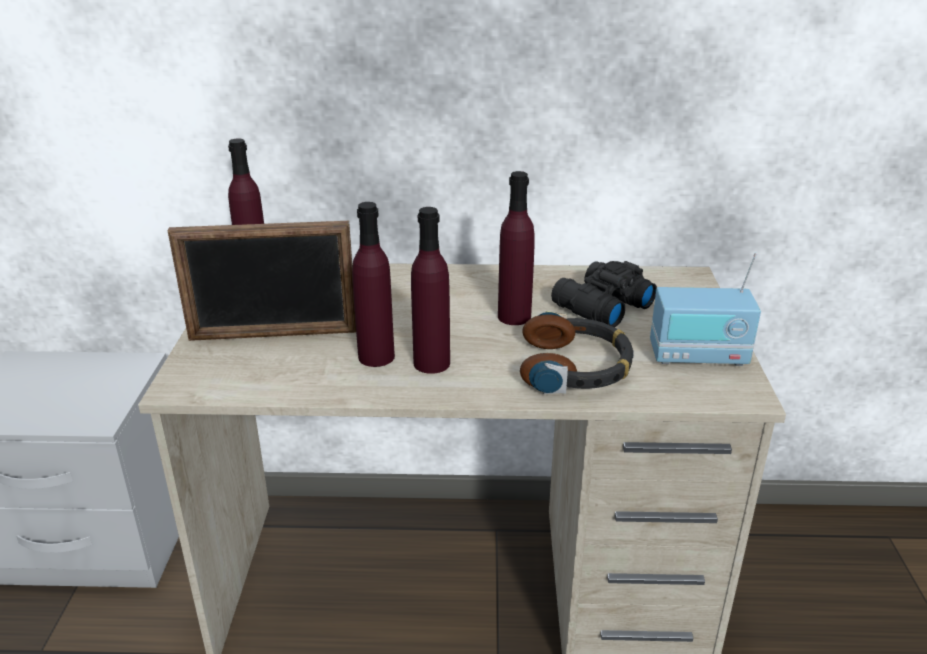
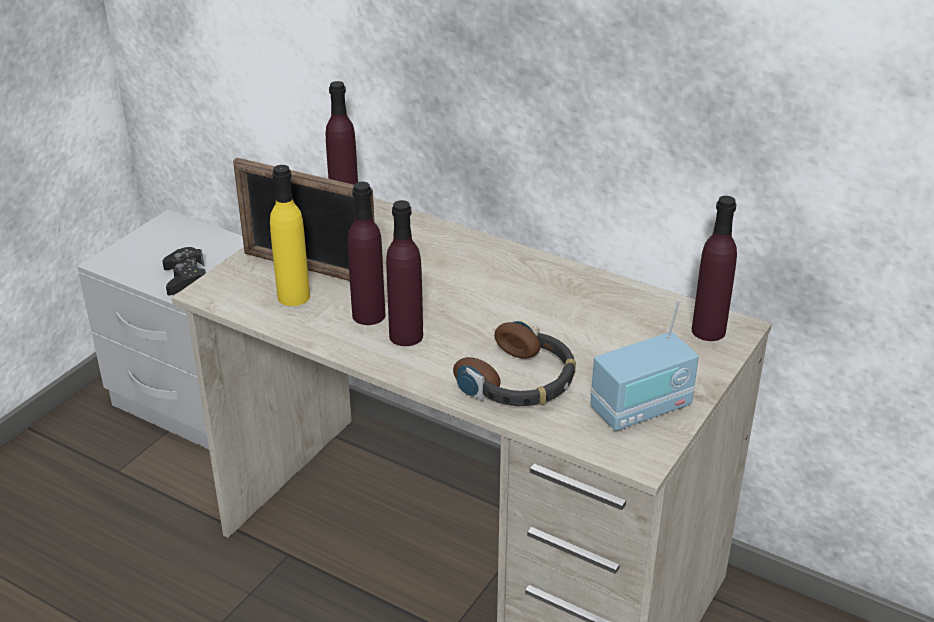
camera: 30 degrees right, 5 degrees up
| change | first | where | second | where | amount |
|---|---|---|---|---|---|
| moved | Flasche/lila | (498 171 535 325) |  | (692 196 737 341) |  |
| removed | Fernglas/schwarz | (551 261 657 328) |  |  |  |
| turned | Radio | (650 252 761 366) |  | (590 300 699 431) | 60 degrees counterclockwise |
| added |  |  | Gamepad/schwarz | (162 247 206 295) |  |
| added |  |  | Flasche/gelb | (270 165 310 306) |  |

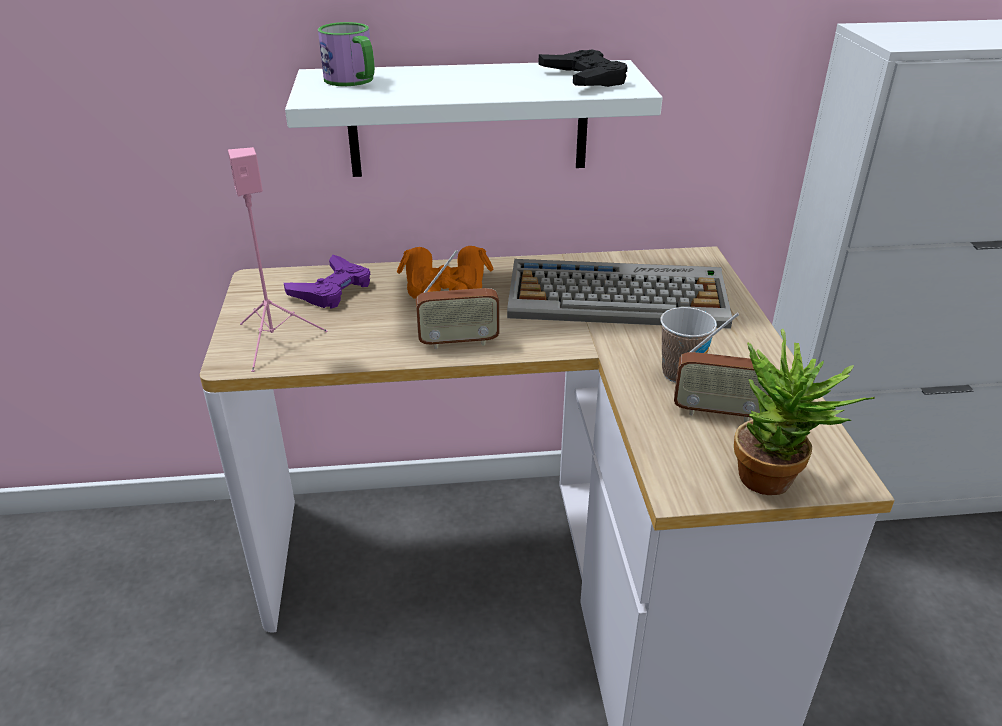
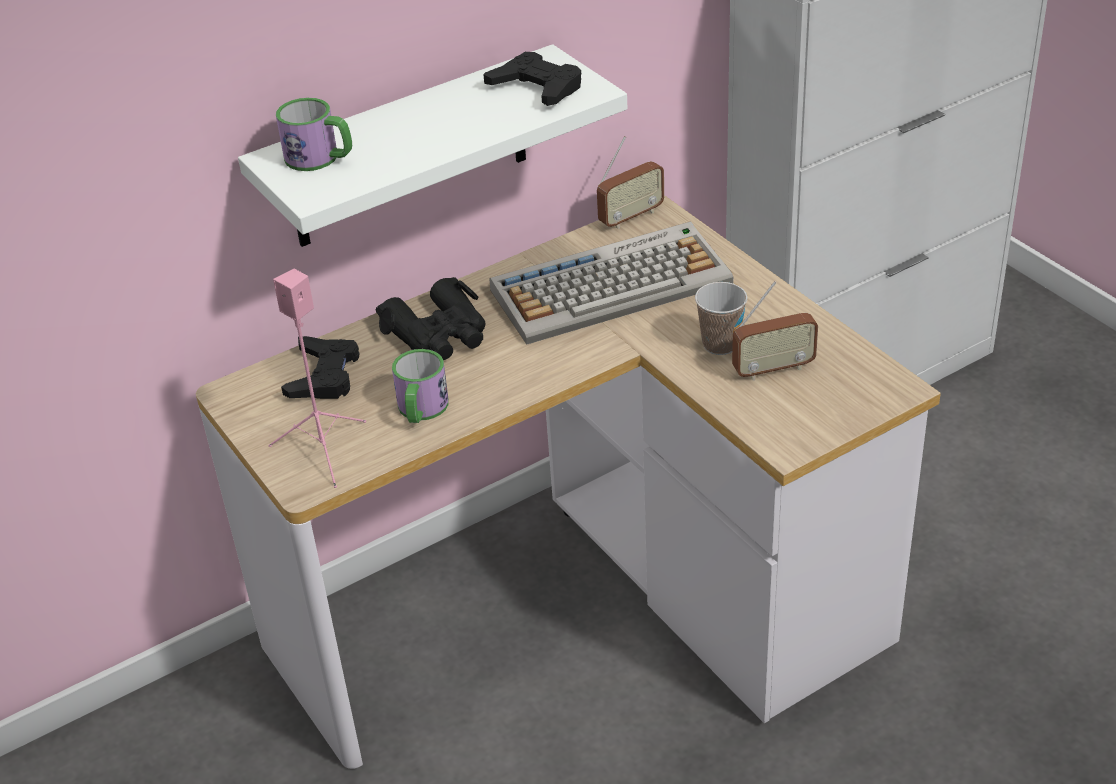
camera: 25 degrees left, 5 degrees up
| change | first | where | second | where | amount |
|---|---|---|---|---|---|
| recoloured | Gamepad/lila | (284 255 370 309) | Gamepad/schwarz | (281 336 360 399) |  |
| recoloured | Fernglas/orange | (397 246 494 298) | Fernglas/schwarz | (376 277 485 360) |  |
| moved | Radio | (416 250 500 349) |  | (597 136 664 229) |  |
| removed | Topfpflanze | (734 329 875 495) |  |  |  |
| added |  |  | Henkelbecher | (392 349 449 423) |  |

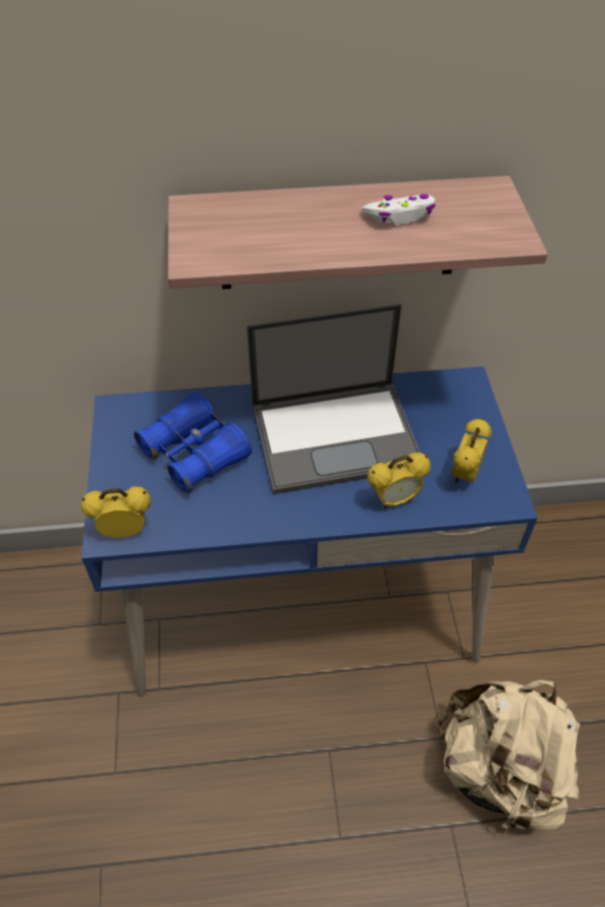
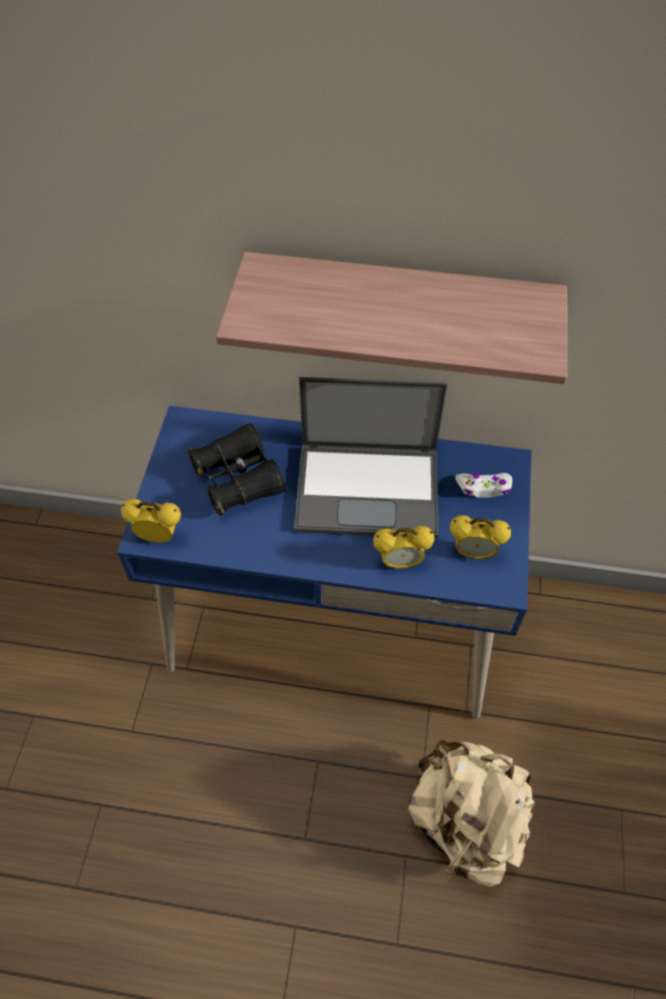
camera: 15 degrees right, 5 degrees up
| change | first | where | second | where | amount |
|---|---|---|---|---|---|
| recoloured | Fernglas/blau | (134 392 252 494) | Fernglas/schwarz | (188 423 285 516) |  |
| moved | Gamepad/weiß | (361 194 436 225) |  | (455 473 512 498) |  |
| turned | Wecker | (452 418 491 483) |  | (450 515 511 559) | 120 degrees counterclockwise |

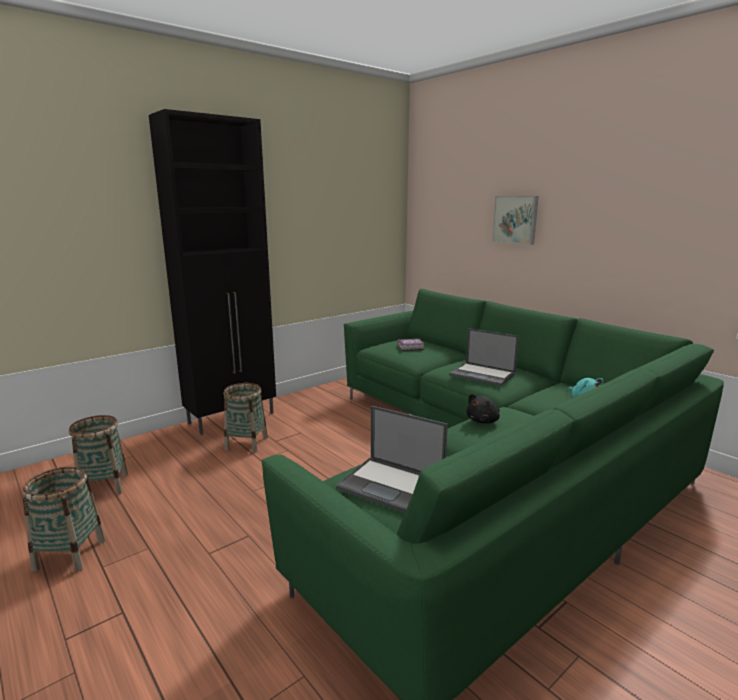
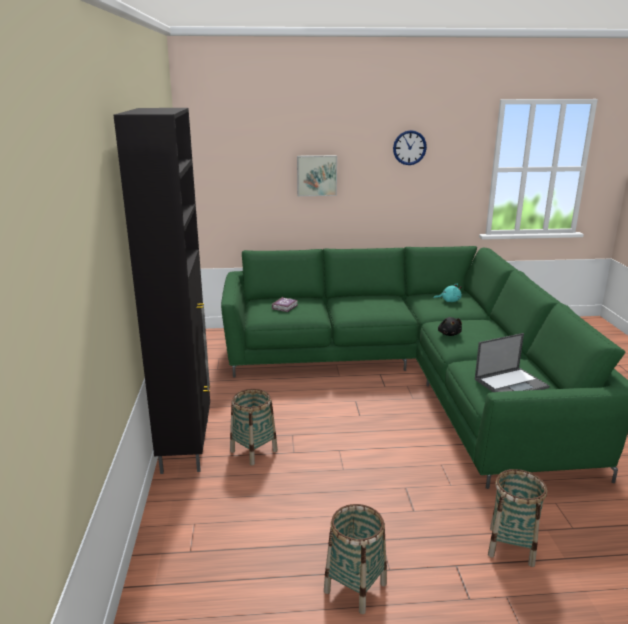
camera: 55 degrees left, 5 degrees up
| change | first | where | second | where | amount |
|---|---|---|---|---|---|
| moved | Korb | (69 415 128 494) |  | (488 469 547 567) |  |
| removed | Laptop | (449 328 519 386) |  |  |  |
| added |  |  | Wanduhr | (393 130 427 165) |  |

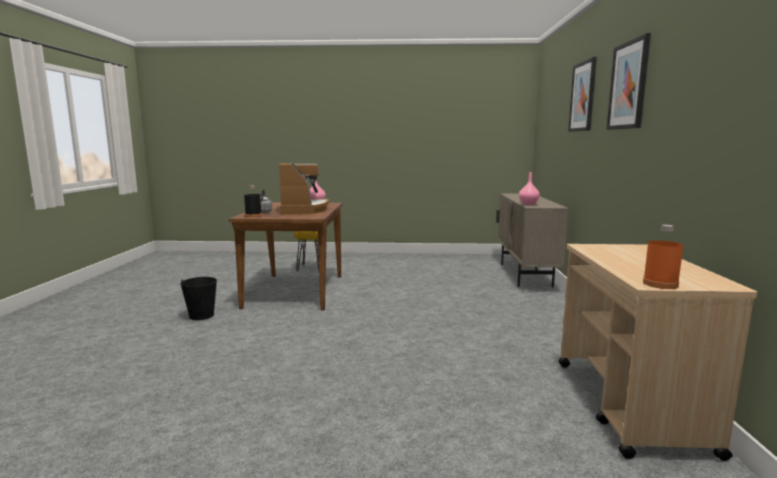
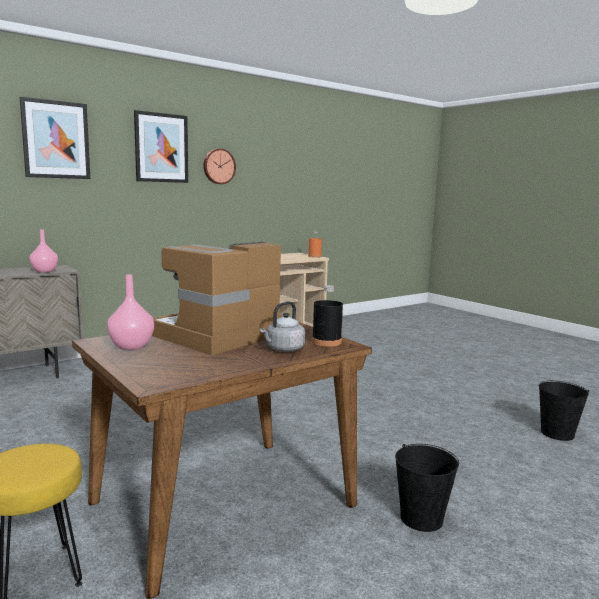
camera: 130 degrees left, 0 degrees up
| change | first | where | second | where | amount |
|---|---|---|---|---|---|
| added |  |  | Wanduhr | (203 149 236 184) |  |
| added |  |  | Eimer/schwarz | (538 381 589 441) |  |

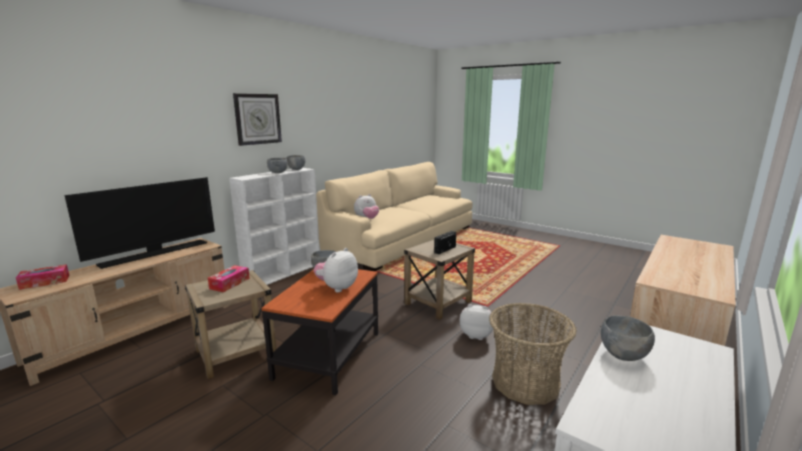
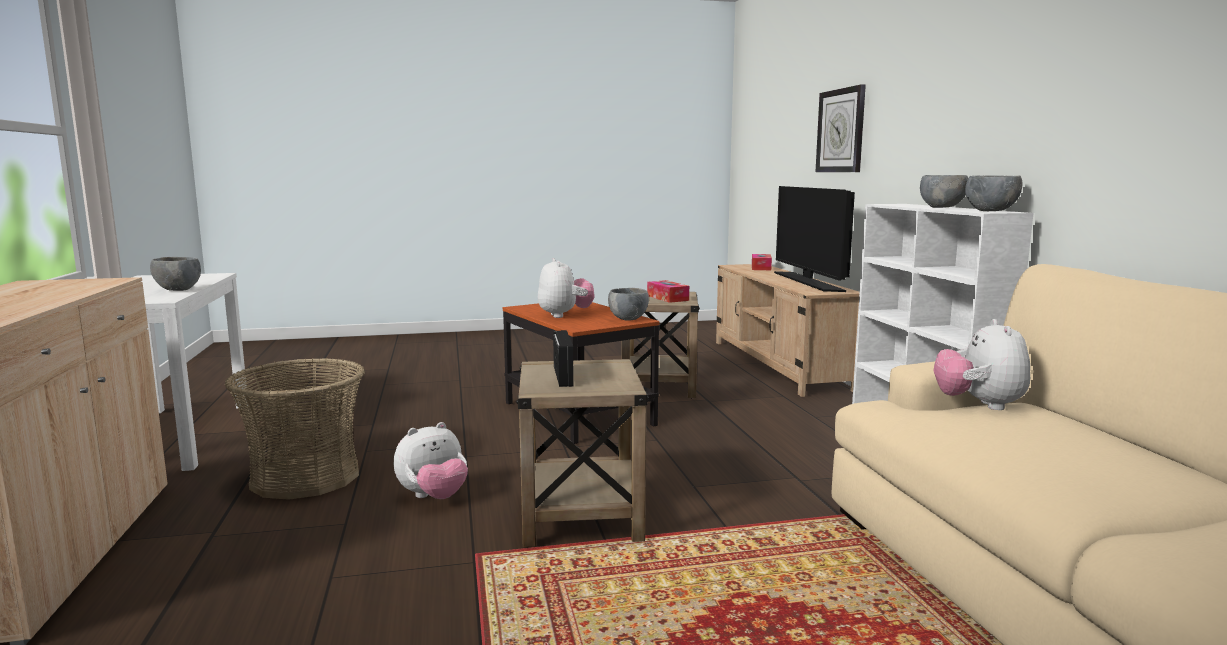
camera: 130 degrees right, 5 degrees down
| change | first | where | second | where | amount |
|---|---|---|---|---|---|
| moved | Wanduhr | (233 93 282 146) |  | (815 84 866 172) |  |

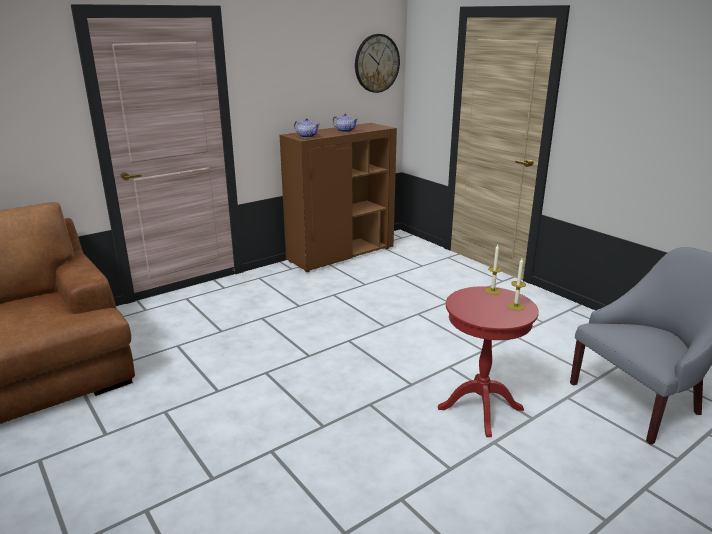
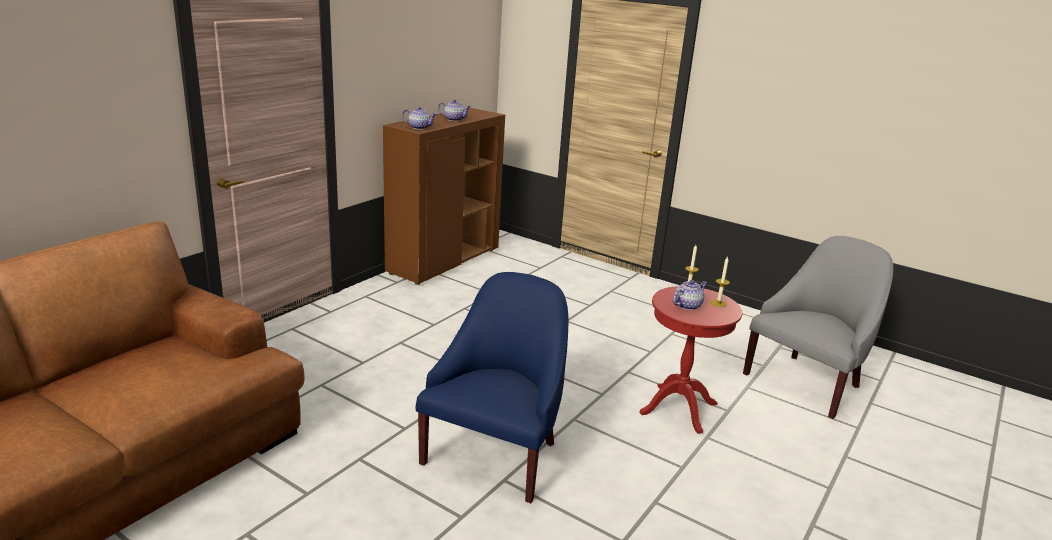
camera: 20 degrees left, 0 degrees up
| change | first | where | second | where | amount |
|---|---|---|---|---|---|
| removed | Wanduhr | (355 34 400 93) |  |  |  |
| added |  |  | Sessel/blau | (416 272 569 503) |  |
| added |  |  | Teekanne | (673 280 707 310) |  |

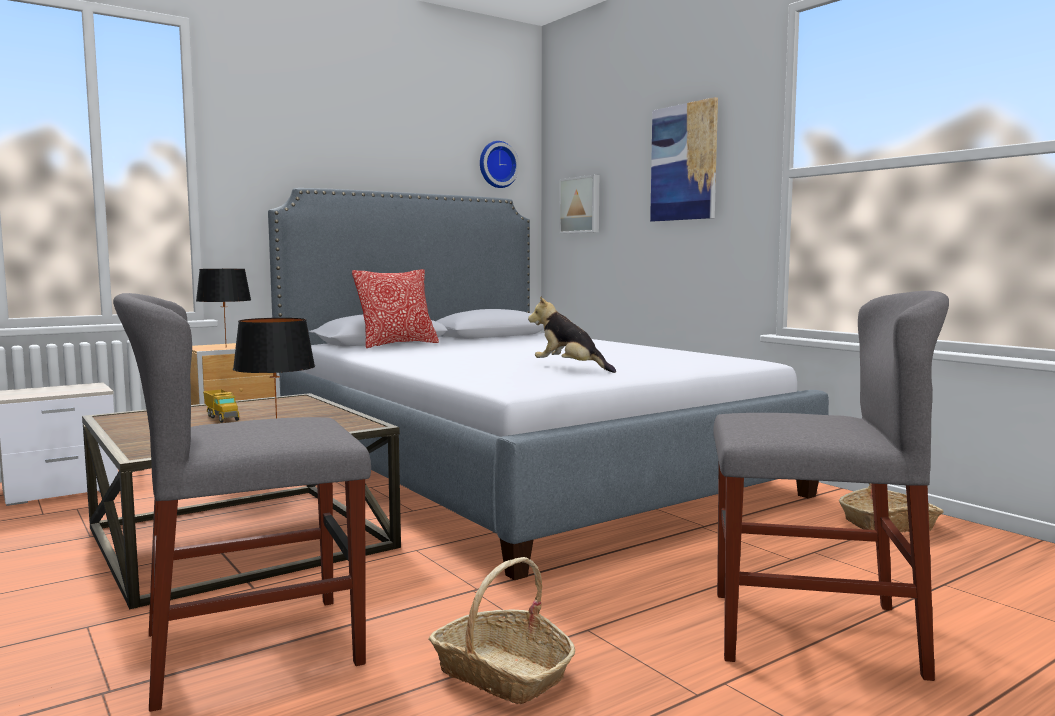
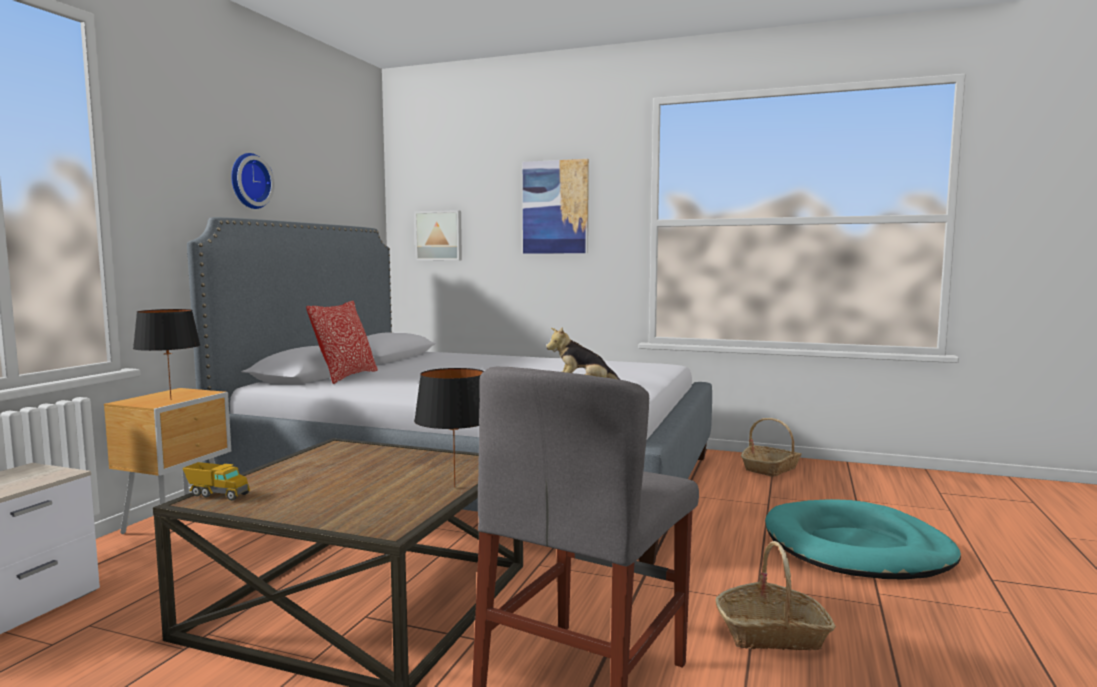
camera: 35 degrees left, 0 degrees up
| change | first | where | second | where | amount |
|---|---|---|---|---|---|
| moved | Spielzeuglaster | (203 390 240 423) |  | (182 462 250 501) |  |
| moved | Wanduhr | (480 141 519 188) |  | (231 153 275 209) |  |
| replaced | Stuhl/grau | (713 291 949 681) | Hundebett/türkis | (765 499 961 580) |  |

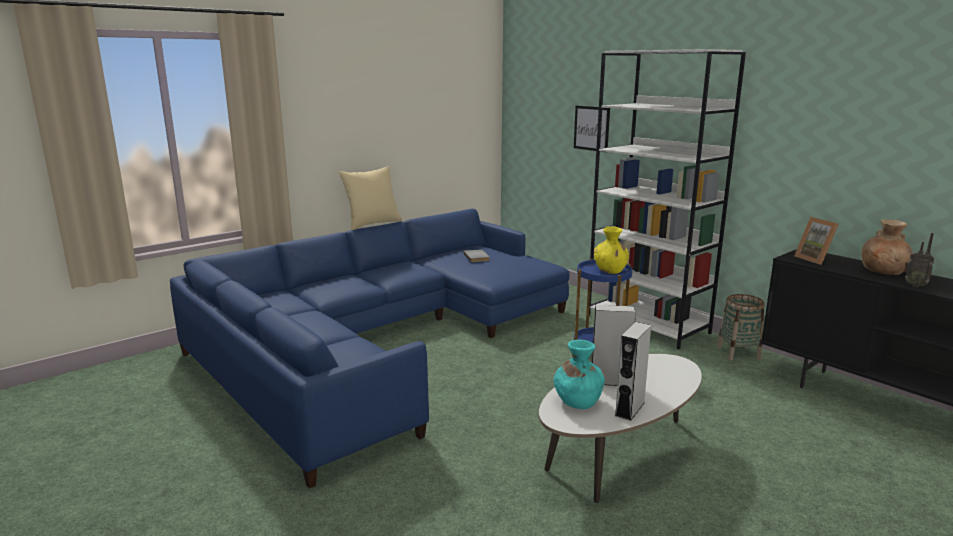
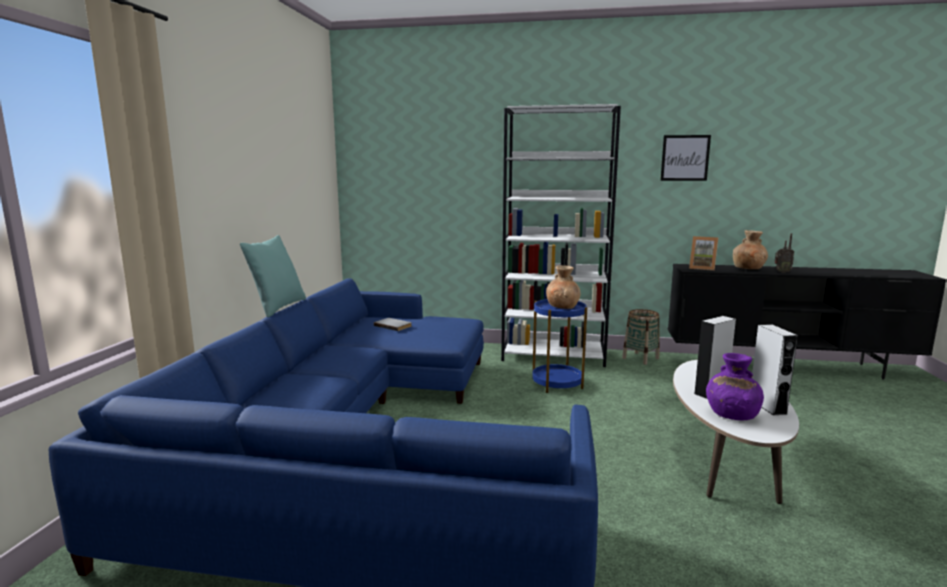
camera: 40 degrees left, 5 degrees down
| change | first | where | second | where | amount |
|---|---|---|---|---|---|
| recoloured | Kissen/beige | (339 167 402 230) | Kissen/türkis | (240 235 306 318) |  |
| recoloured | Vase/türkis | (554 339 605 409) | Vase/lila | (706 353 764 420) |  |
| moved | Bild | (574 106 610 152) |  | (660 135 711 181) |  |
| recoloured | Vase/gelb | (594 226 629 274) | Vase/braun | (546 265 580 309) |  |

